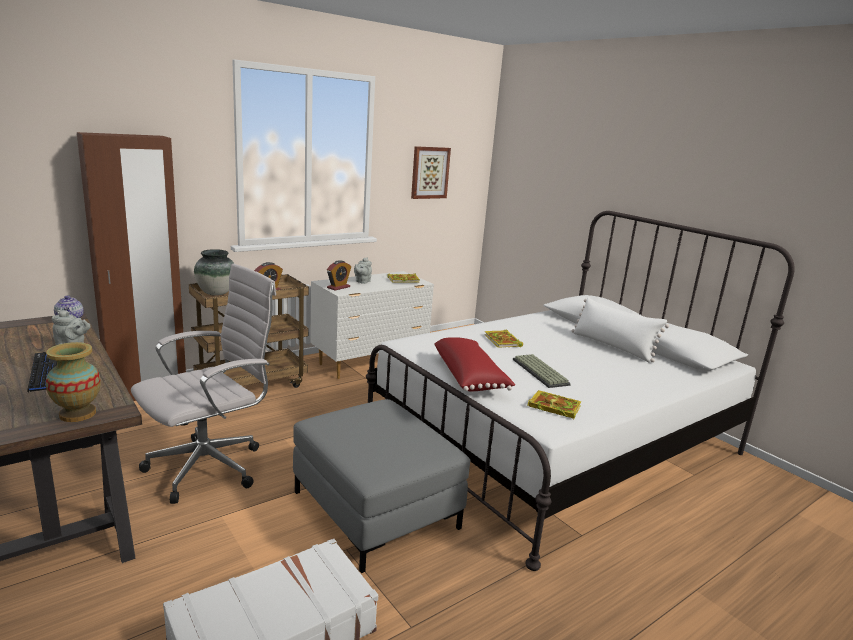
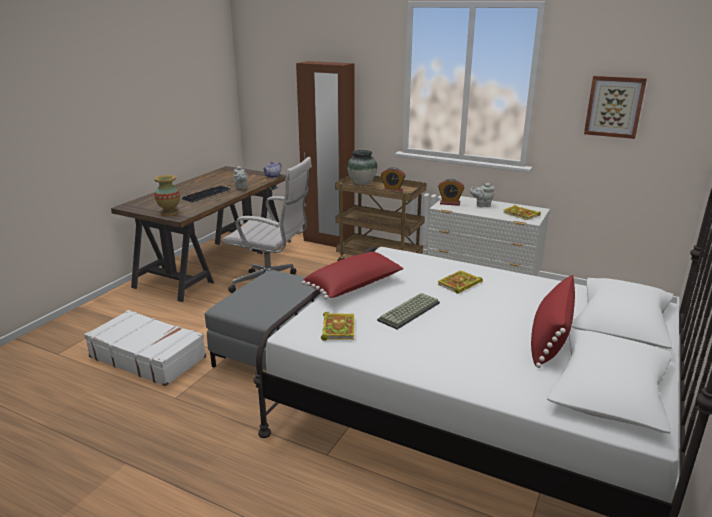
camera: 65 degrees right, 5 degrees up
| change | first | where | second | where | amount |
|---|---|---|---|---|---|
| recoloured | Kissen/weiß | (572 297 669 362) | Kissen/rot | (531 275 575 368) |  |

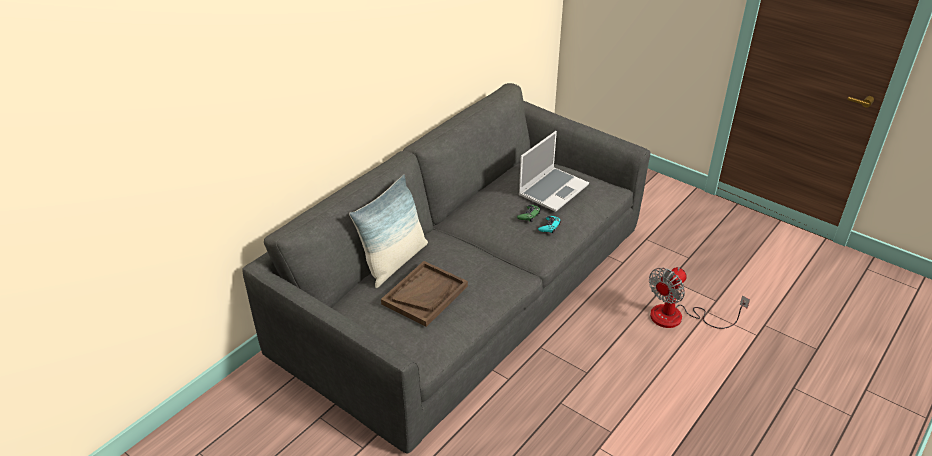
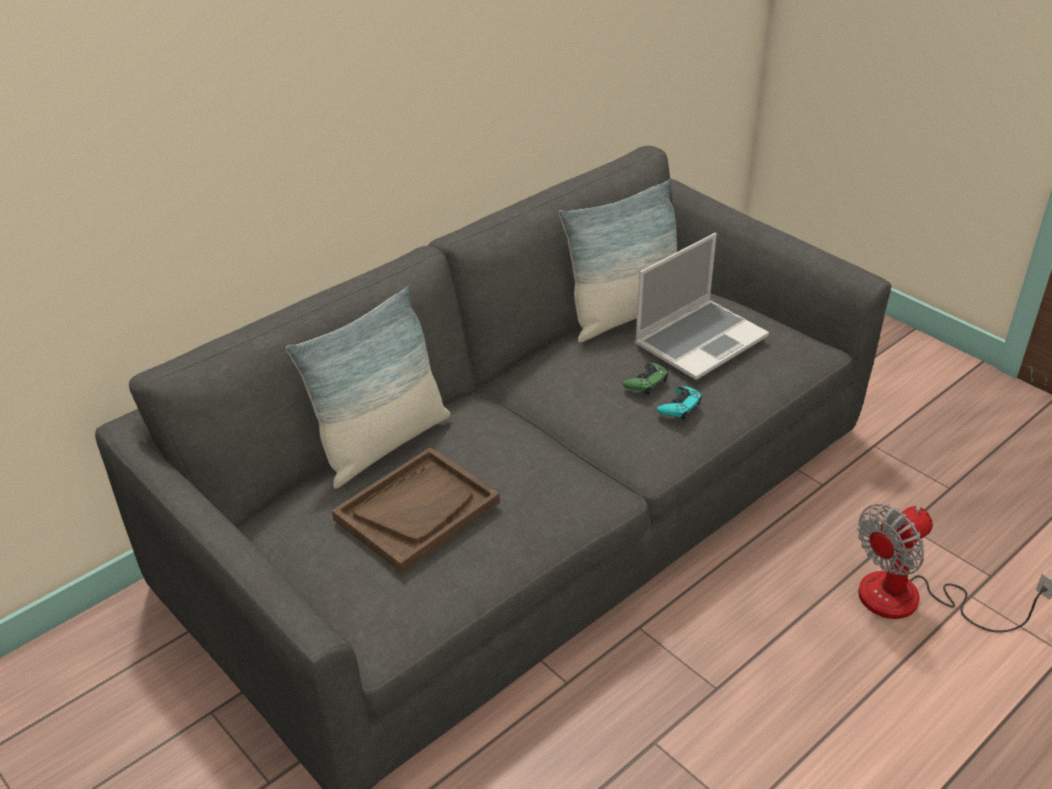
camera: 10 degrees right, 0 degrees up
| change | first | where | second | where | amount |
|---|---|---|---|---|---|
| added |  |  | Kissen | (559 179 677 342) |  |

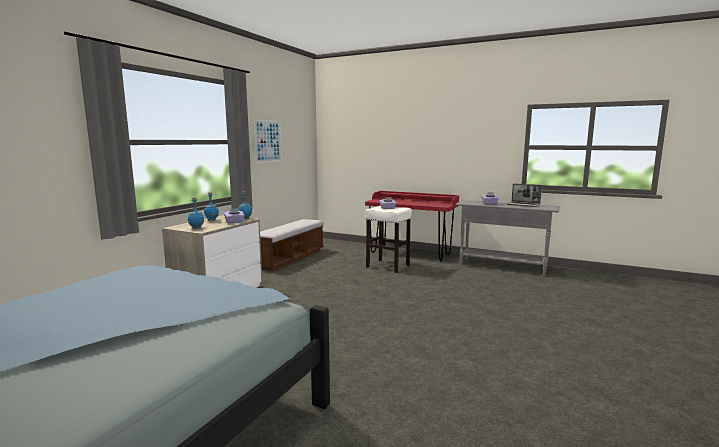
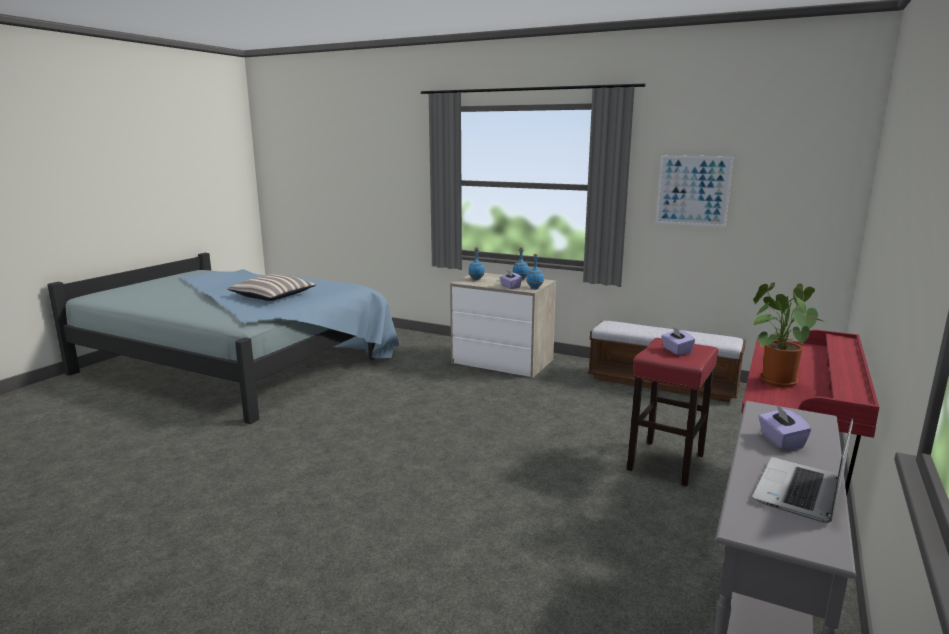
camera: 90 degrees right, 5 degrees up
| change | first | where | second | where | amount |
|---|---|---|---|---|---|
| recoloured | Hocker/weiß | (365 206 412 273) | Hocker/rot | (627 338 718 486) |  |
| added |  |  | Kissen | (227 274 316 301) |  |
| added |  |  | Topfpflanze | (753 282 828 387) |  |

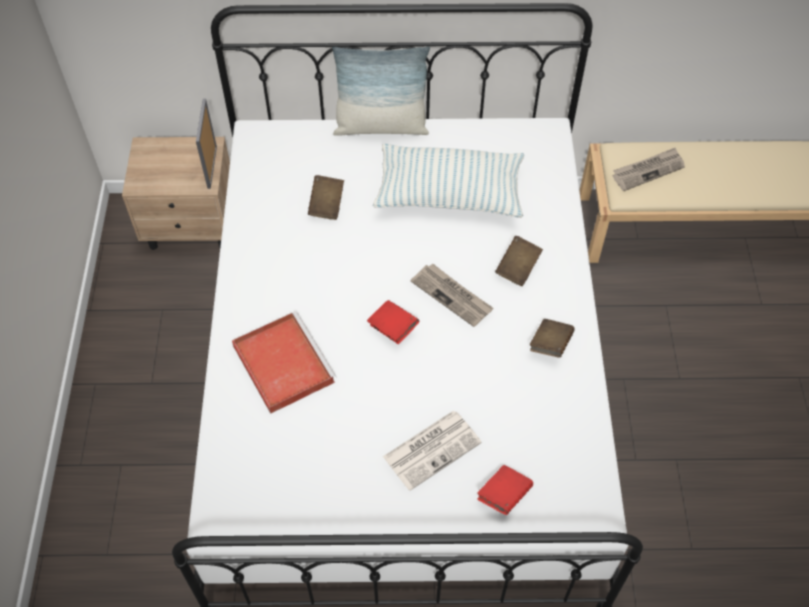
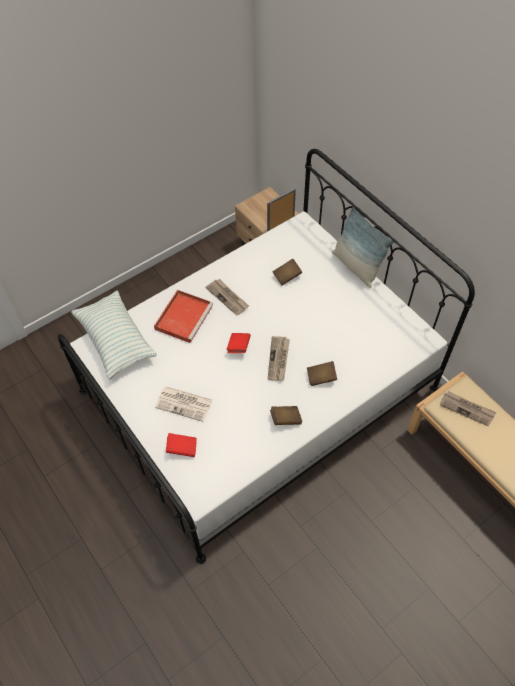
camera: 55 degrees right, 0 degrees up
| change | first | where | second | where | amount |
|---|---|---|---|---|---|
| moved | Kissen | (373 144 524 218) |  | (71 291 157 379) |  |
| added |  |  | Zeitung | (205 279 249 315) |  |

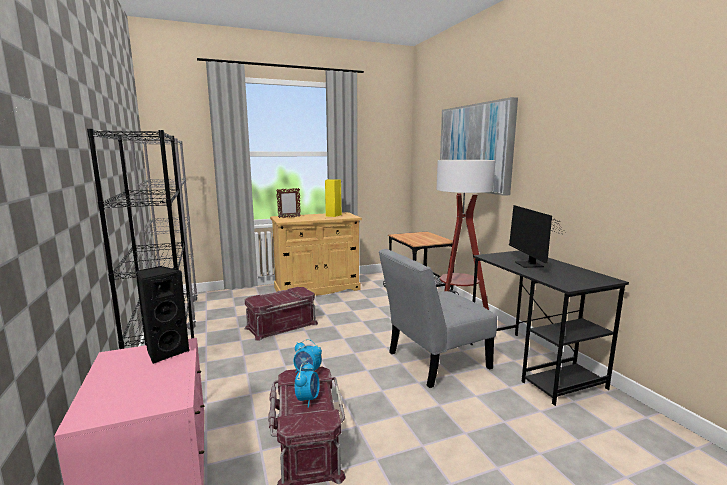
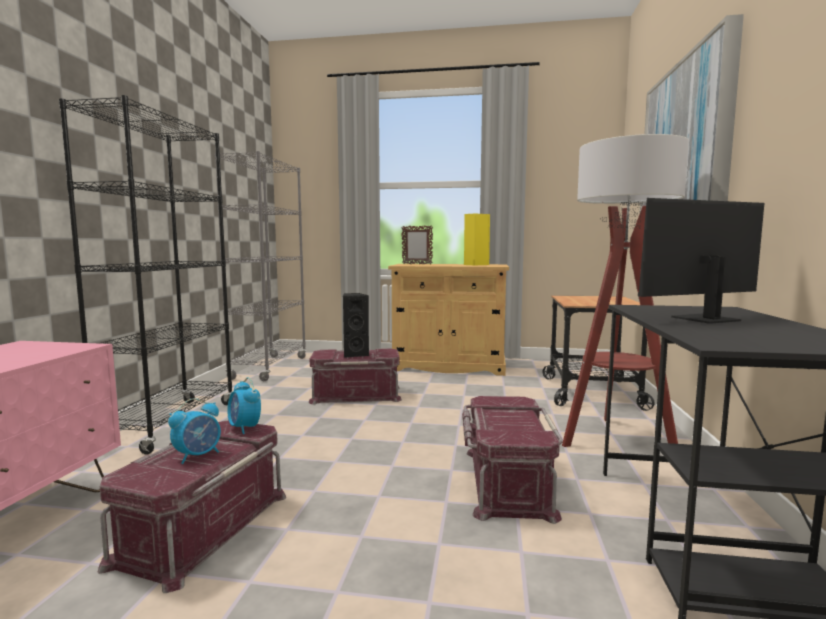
camera: 30 degrees right, 5 degrees down
| change | first | where | second | where | amount |
|---|---|---|---|---|---|
| moved | Lautsprecher/schwarz | (137 266 189 364) |  | (343 293 369 358) |  |
| replaced | Stuhl/grau | (379 249 497 388) | Aufbewahrungsbox/rot | (462 396 563 524) |  |
| turned | Monitor | (509 205 566 268) |  | (602 198 764 324) | 45 degrees clockwise |

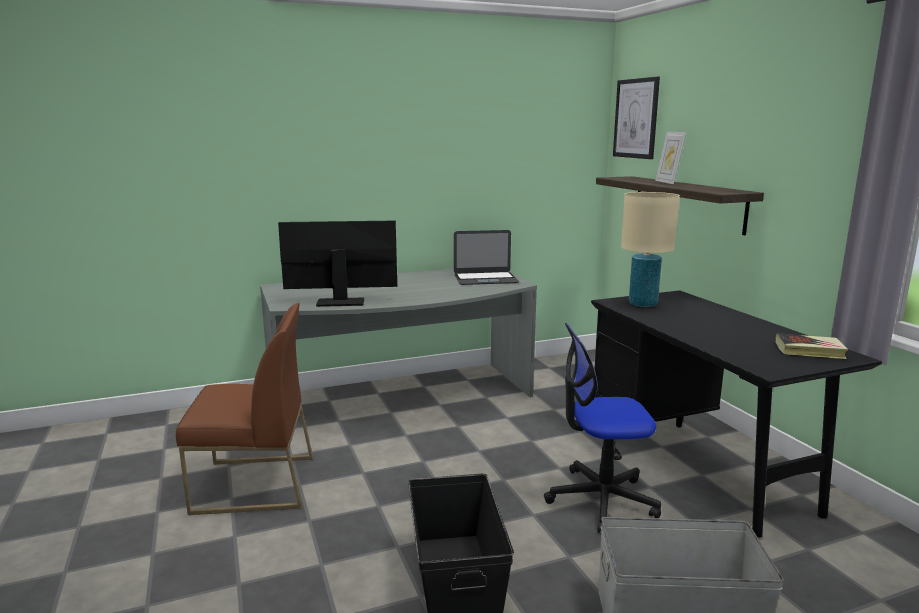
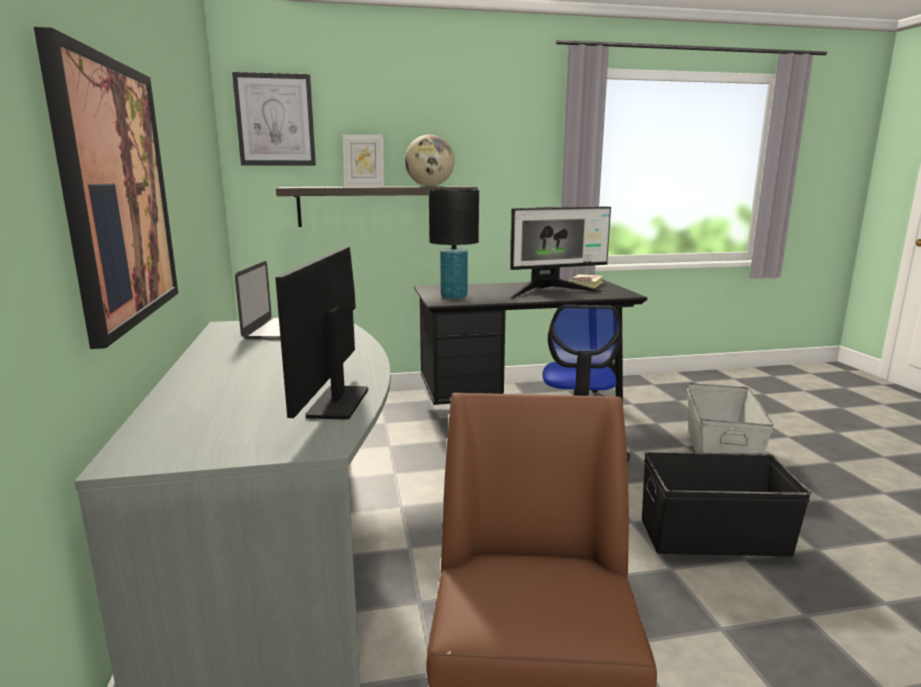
camera: 80 degrees left, 0 degrees up
| change | first | where | second | where | amount |
|---|---|---|---|---|---|
| recoloured | Tischlampe/beige | (621 192 680 307) | Tischlampe/schwarz | (429 189 479 299) |  |
| added |  |  | Bild | (34 27 178 349) |  |
| added |  |  | Globus | (405 135 454 186) |  |
| added |  |  | Monitor | (509 207 611 299) |  |

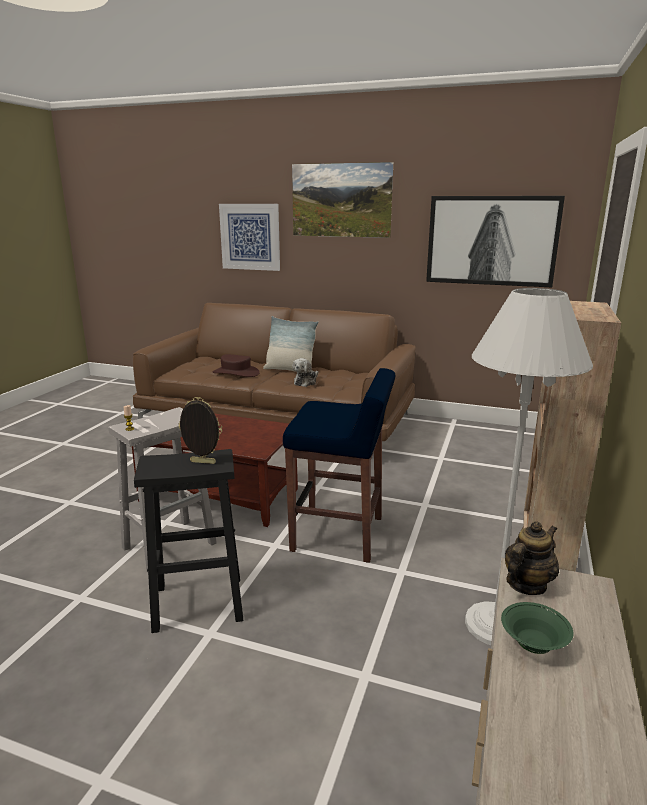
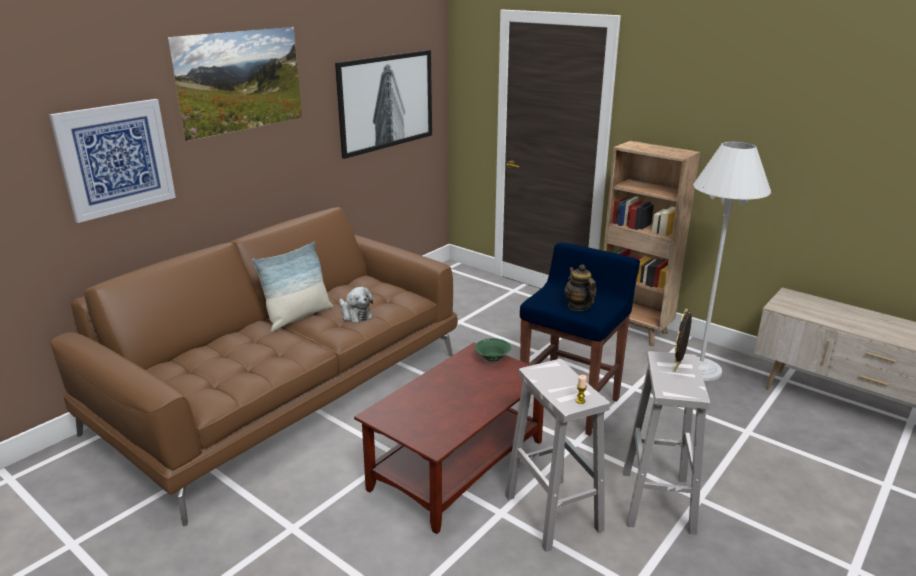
camera: 70 degrees left, 5 degrees up
| change | first | where | second | where | amount |
|---|---|---|---|---|---|
| recoloured | Hocker/schwarz | (134 449 243 633) | Hocker/weiß | (623 351 710 535) |  |
| removed | Hut/braun | (213 354 260 377) |  |  |  |
| moved | Schüssel/grün | (501 602 573 654) |  | (475 338 511 362) |  |
| moved | Teekanne | (505 521 559 595) |  | (564 264 596 311) |  |

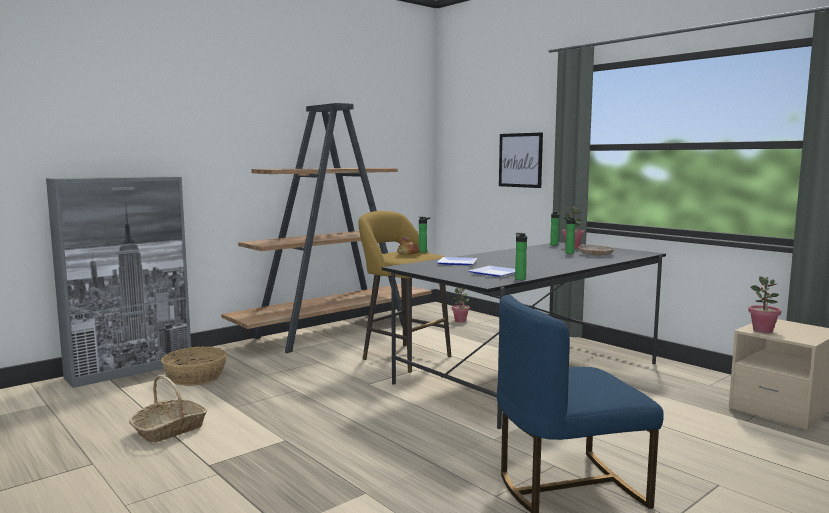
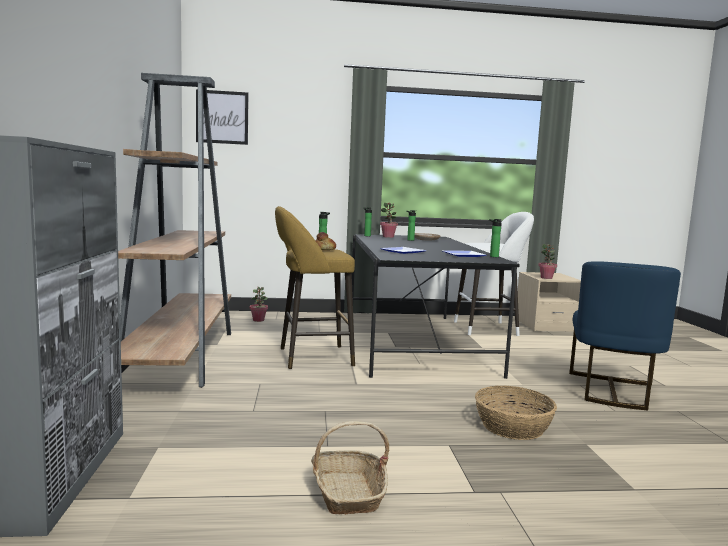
camera: 55 degrees left, 0 degrees up
| change | first | where | second | where | amount |
|---|---|---|---|---|---|
| moved | Korb | (161 346 227 386) |  | (475 386 557 440) |  |
| moved | Bild | (499 132 543 188) |  | (196 89 248 145) |  |
| added |  |  | Hocker/weiß | (454 212 534 336) |  |

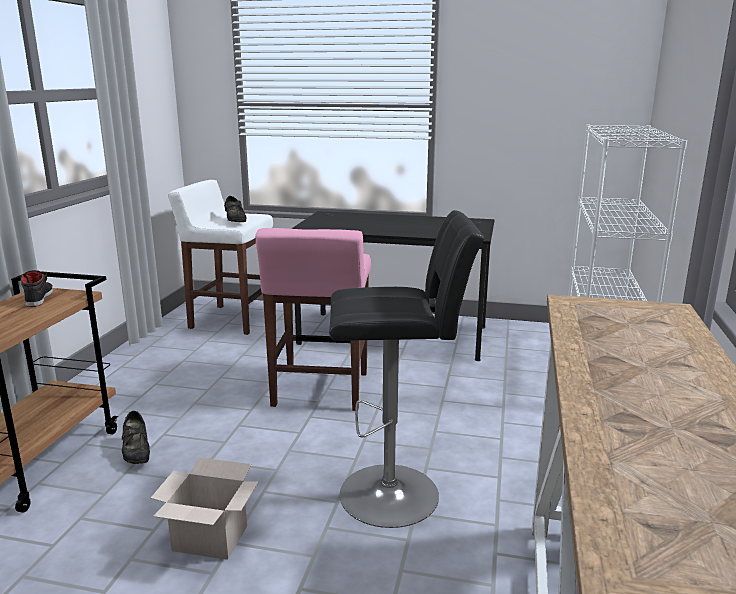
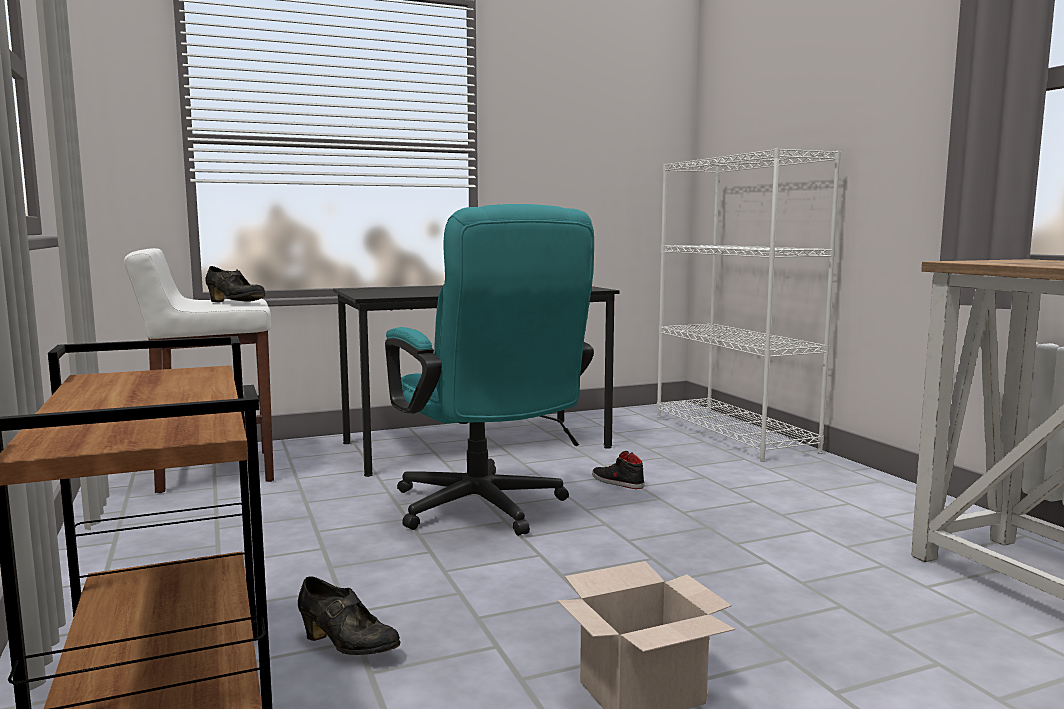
camera: 35 degrees left, 10 degrees down
| change | first | where | second | where | amount |
|---|---|---|---|---|---|
| moved | Schuh/schwarz | (19 270 53 307) |  | (592 451 645 489) |  |
| replaced | Hocker/rosa | (255 228 371 411) | Bürostuhl/türkis | (385 204 594 536) |  |
| removed | Hocker/schwarz | (329 210 484 528) |  |  |  |

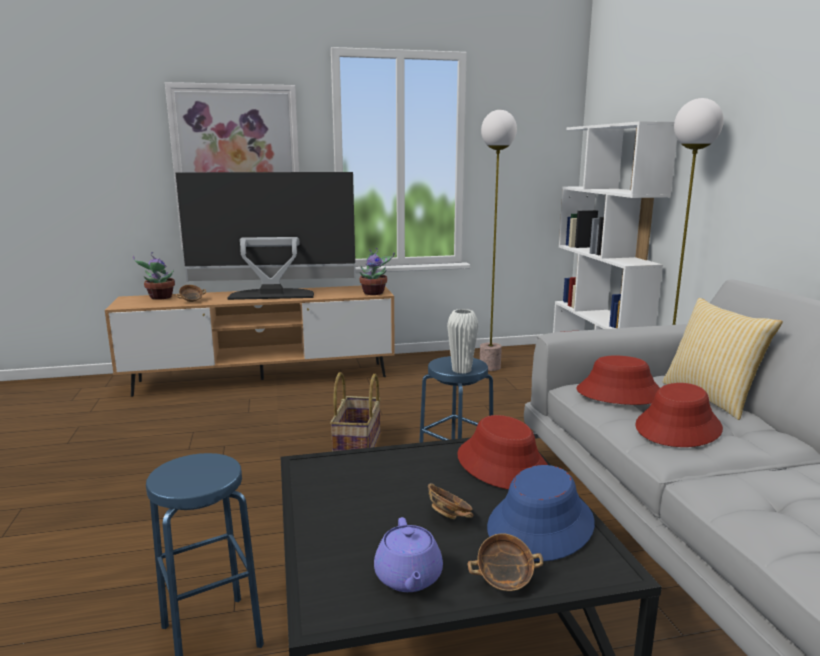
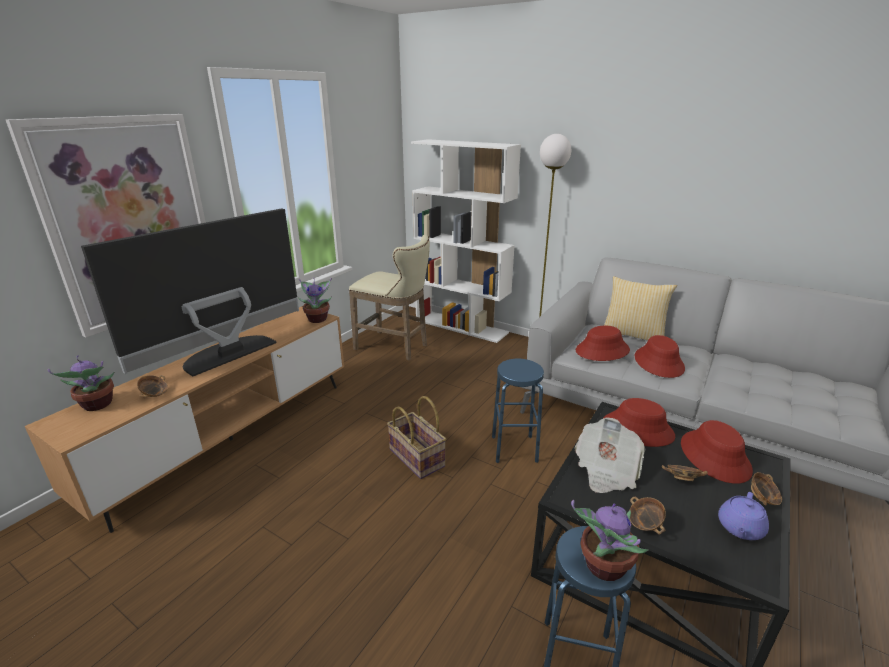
camera: 45 degrees left, 10 degrees up
| change | first | where | second | where | amount |
|---|---|---|---|---|---|
| turned | Teekanne/lila | (374 517 443 592) |  | (718 492 769 540) | 90 degrees clockwise |
| removed | Vase/weiß | (447 309 478 374) |  |  |  |
| replaced | Stehlampe | (480 110 517 371) | Hocker/beige | (349 235 430 361) |  |
| recoloured | Hut/blau | (487 465 595 562) | Hut/rot | (681 420 753 484) |  |
| added |  |  | Topfpflanze | (571 500 648 581) |  |
| added |  |  | Zeitung | (575 418 646 493) |  |
| added |  |  | Schüssel | (629 497 666 535) |  |

